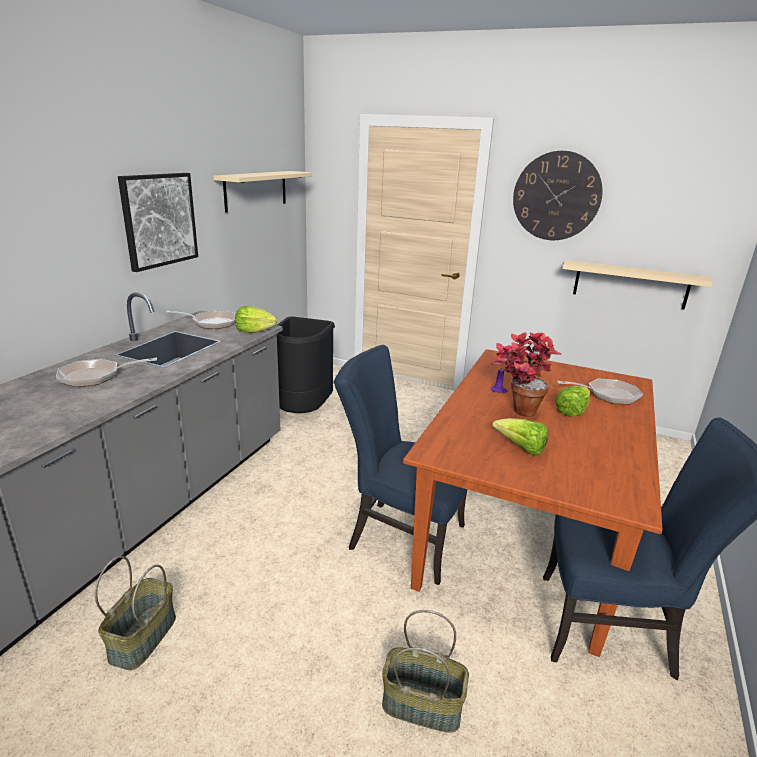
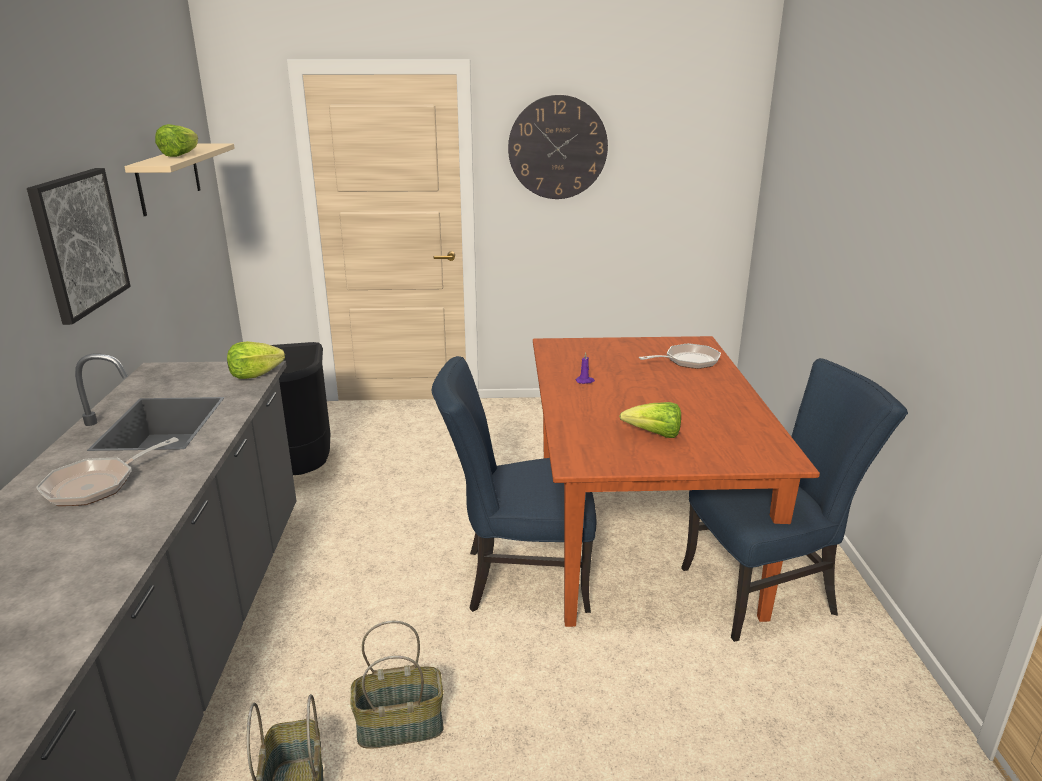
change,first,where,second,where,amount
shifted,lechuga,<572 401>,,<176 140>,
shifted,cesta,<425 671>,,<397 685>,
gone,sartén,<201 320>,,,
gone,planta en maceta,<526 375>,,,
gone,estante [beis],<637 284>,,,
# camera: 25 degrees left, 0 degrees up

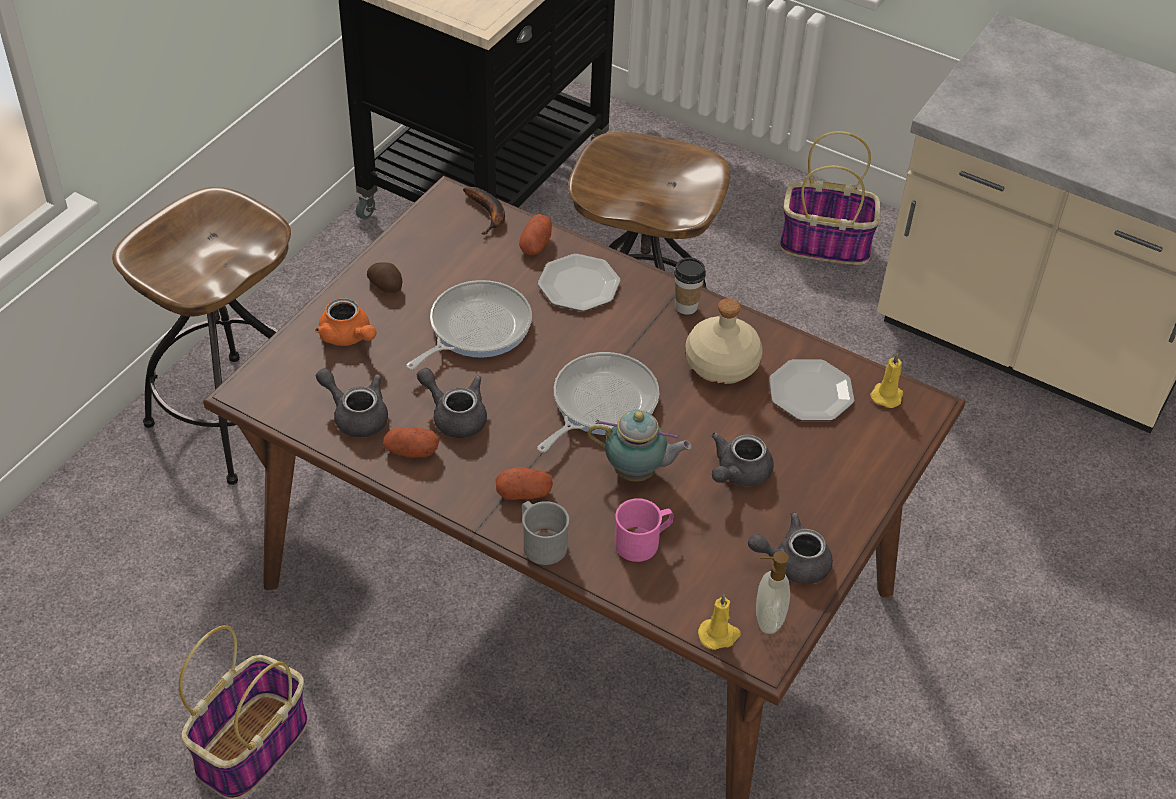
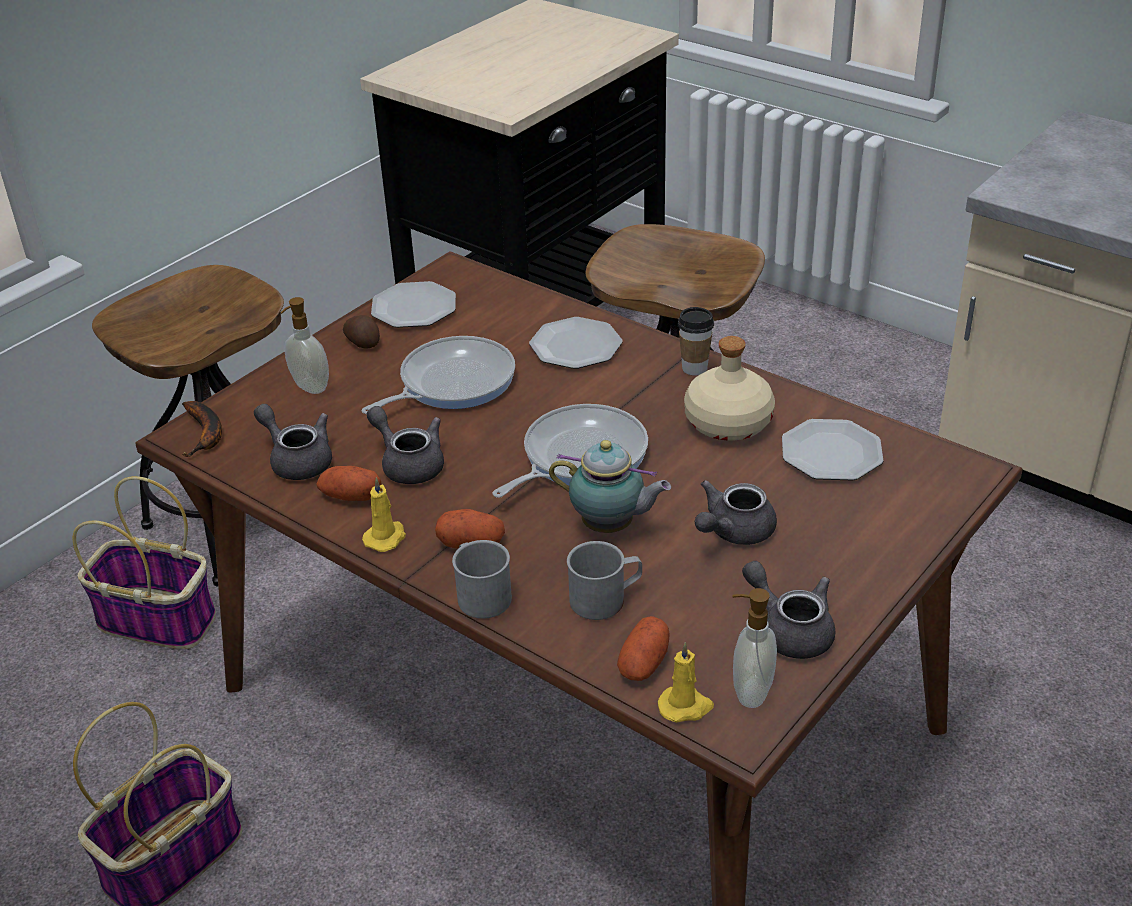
change,first,where,second,where,amount
shifted,cesta,<830 198>,,<144 562>,
shifted,plátano,<484 211>,,<202 429>,
swapped,tetera [naranja],<345 322>,dispensador de jabón,<304 345>,
shifted,vela [amarillo],<886 380>,,<384 514>,
new,,,plato,<413 304>,
repainted,taza grande [rosa],<644 530>,taza grande [gris],<604 580>,
shifted,patata,<535 234>,,<643 648>,
rotated,tetera [gris],<790 548>,,<788 610>,45 degrees clockwise
# camera: 10 degrees right, 10 degrees down

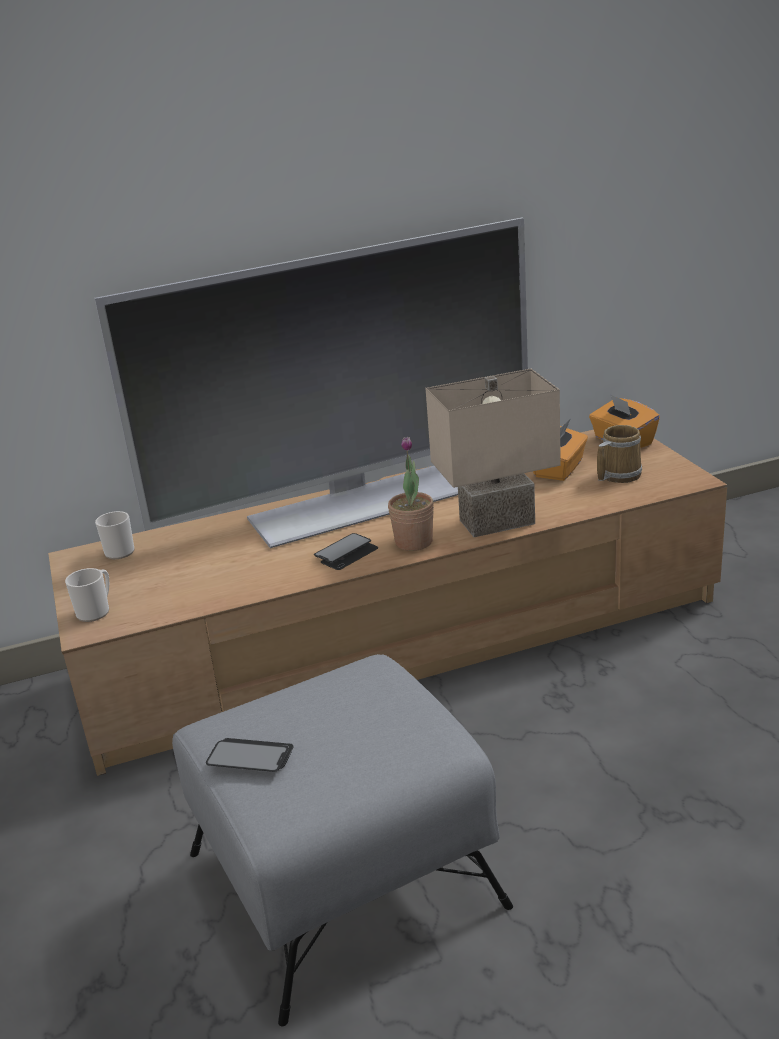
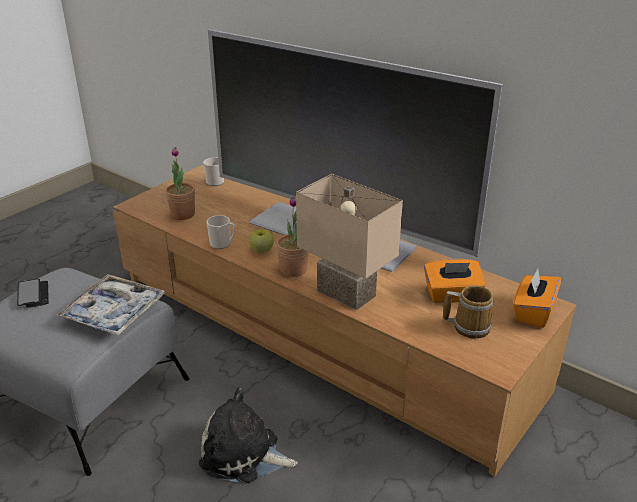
change,first,where,second,where,amount
new,,,bandeja,<110 304>,
new,,,planta en maceta,<180 183>,
new,,,peluche,<248 435>,
shifted,taza grande,<87 595>,,<221 232>,
swapped,móvil,<346 551>,manzana,<261 241>,
# camera: 55 degrees right, 5 degrees up

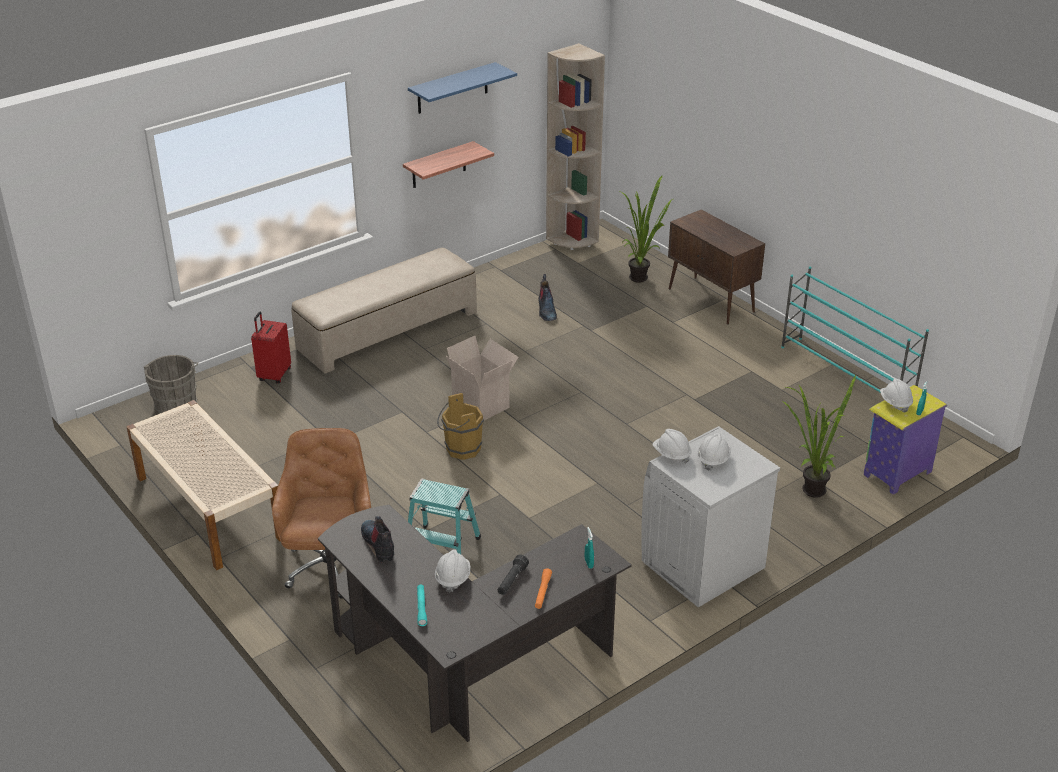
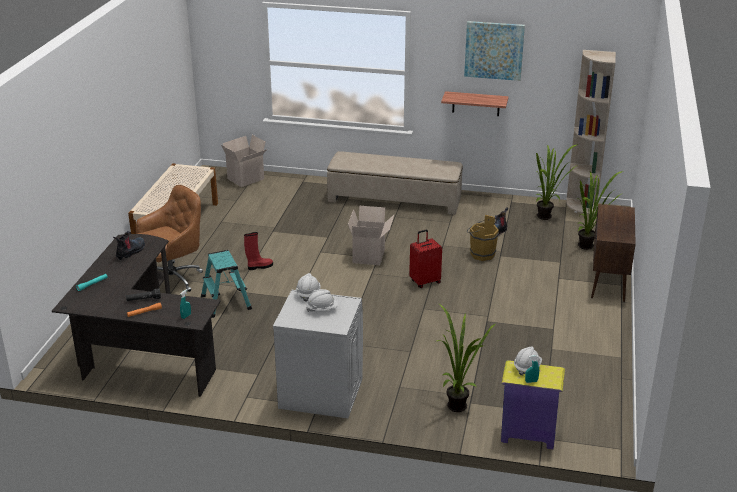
change,first,where,second,where,amount
swapped,cubo [gris],<171 384>,caja de cartón,<244 161>,
new,,,bota [rojo],<258 251>,
shifted,maleta [rojo],<271 347>,,<425 259>,
swapped,estante [azul],<462 88>,cuadro,<494 51>,
shifted,cubo [marrón],<460 426>,,<483 238>,
new,,,planta en maceta,<557 182>,
gone,casco [blanco],<452 571>,,,
gone,zapatero [turquesa],<855 329>,,,
# camera: 50 degrees right, 5 degrees down

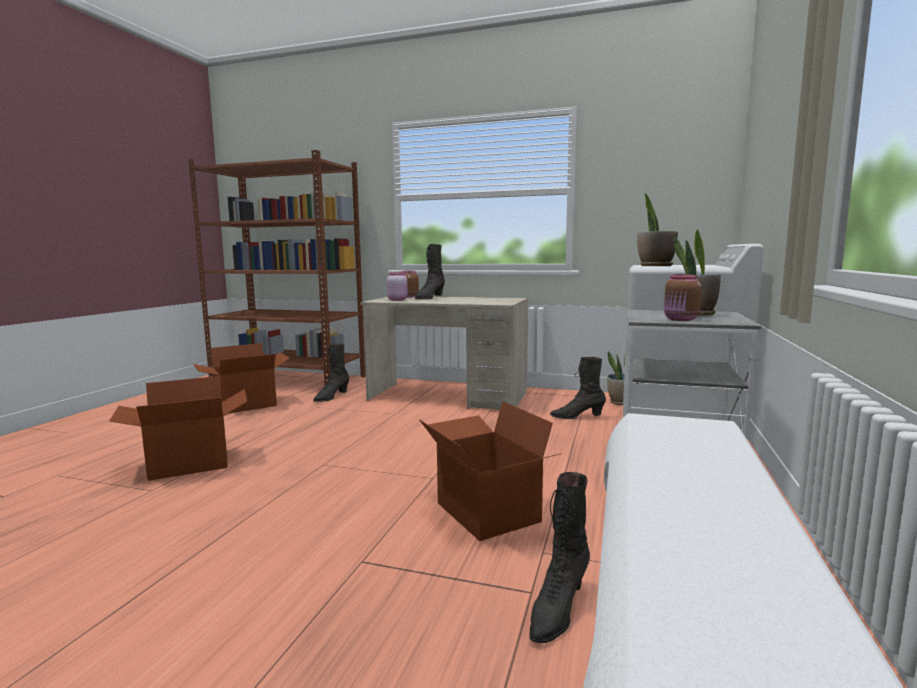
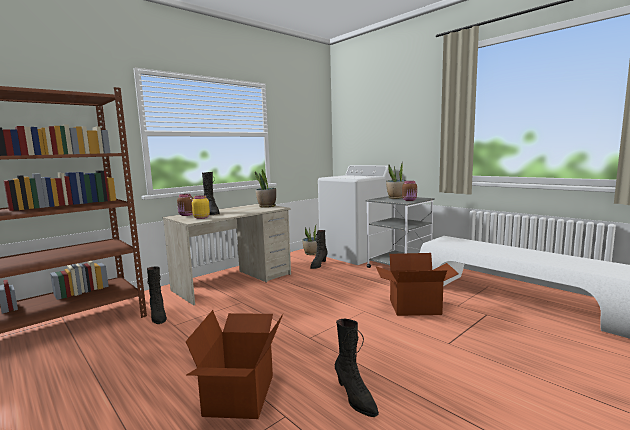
change,first,where,second,where,amount
repainted,tarro [rosa],<397 286>,tarro [amarillo],<201 207>,
shifted,planta en maceta,<657 230>,,<265 189>,
shifted,bota [negro],<559 557>,,<357 368>,
gone,caja de cartón,<241 378>,,,
# camera: 60 degrees left, 0 degrees up

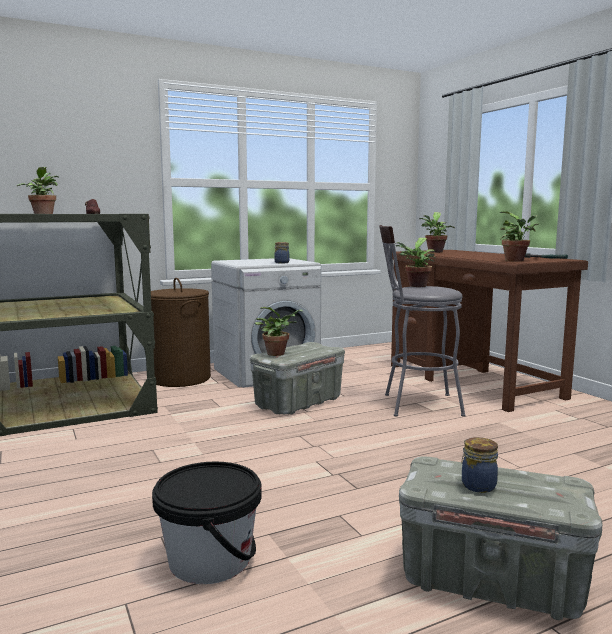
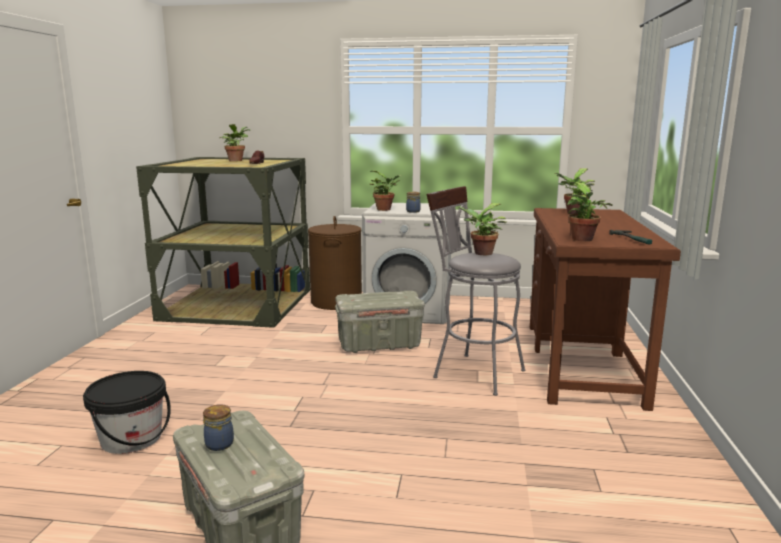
change,first,where,second,where,amount
shifted,planta en maceta,<279 331>,,<385 191>,
# camera: 35 degrees right, 5 degrees up

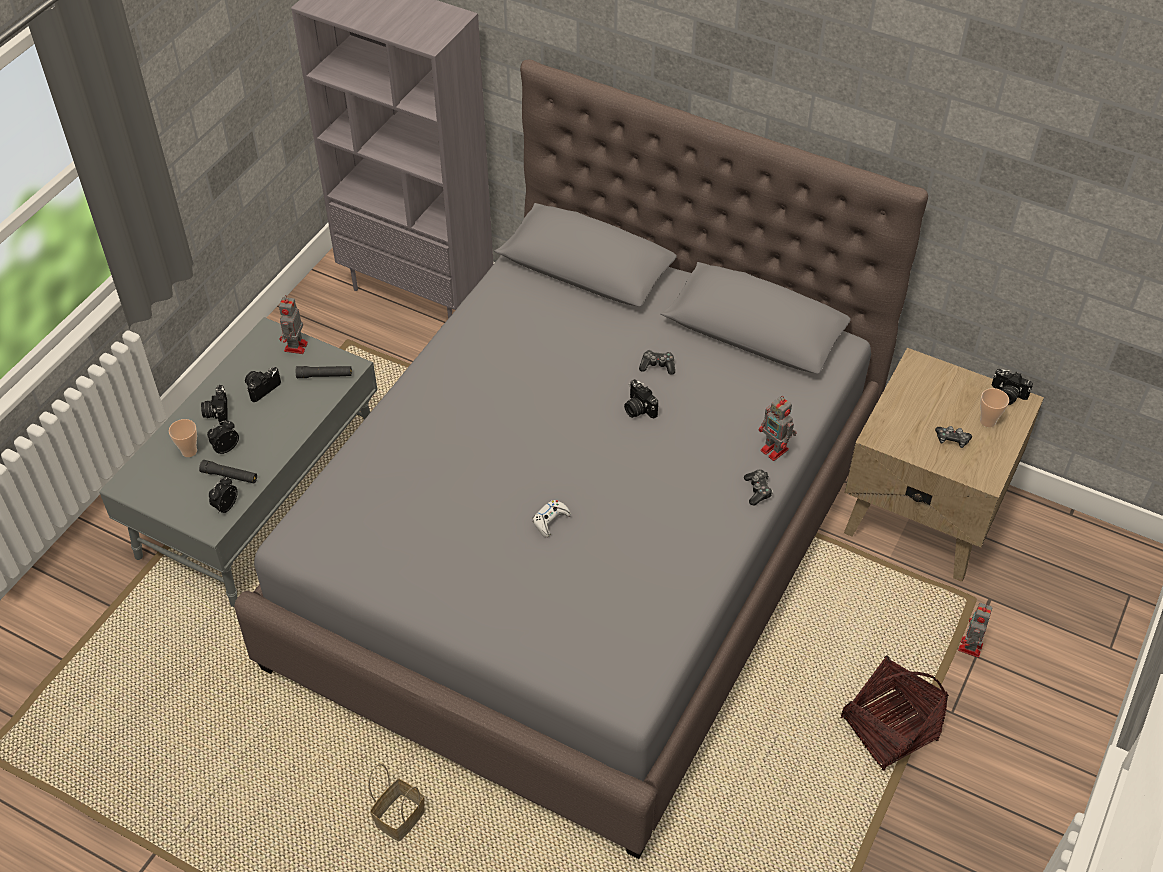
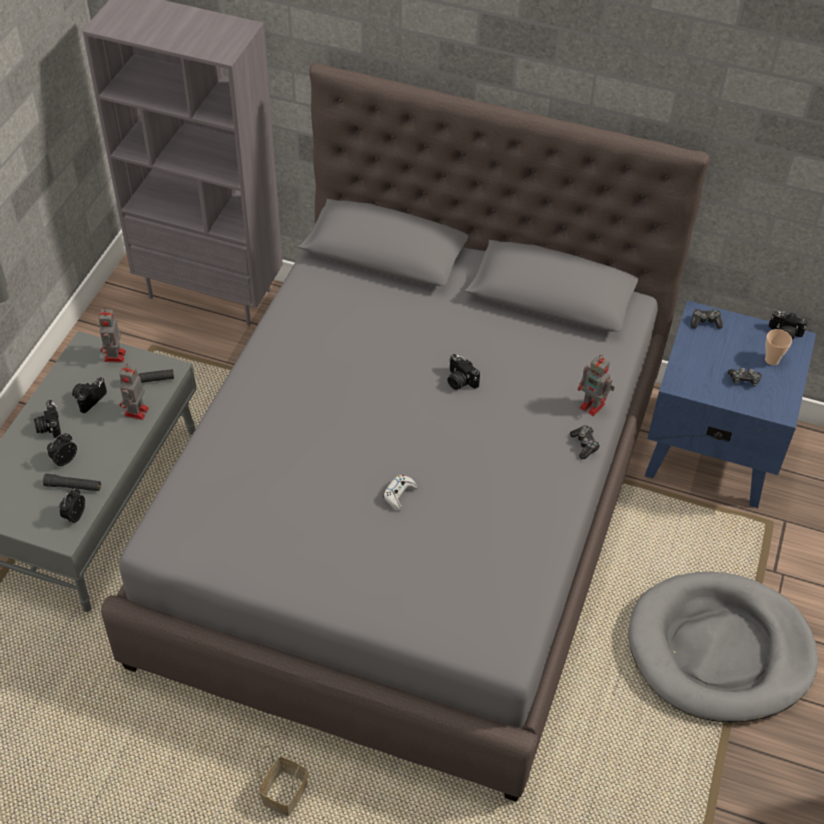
change,first,where,second,where,amount
shifted,robot de juguete,<975 630>,,<134 391>,
swapped,cesta,<894 712>,cama para perro [gris],<723 647>,
repainted,mesita de noche [beis],<944 465>,mesita de noche [azul],<730 404>,
shifted,mando de consola,<657 362>,,<707 319>,
gone,taza,<183 438>,,,
# camera: 10 degrees left, 0 degrees up

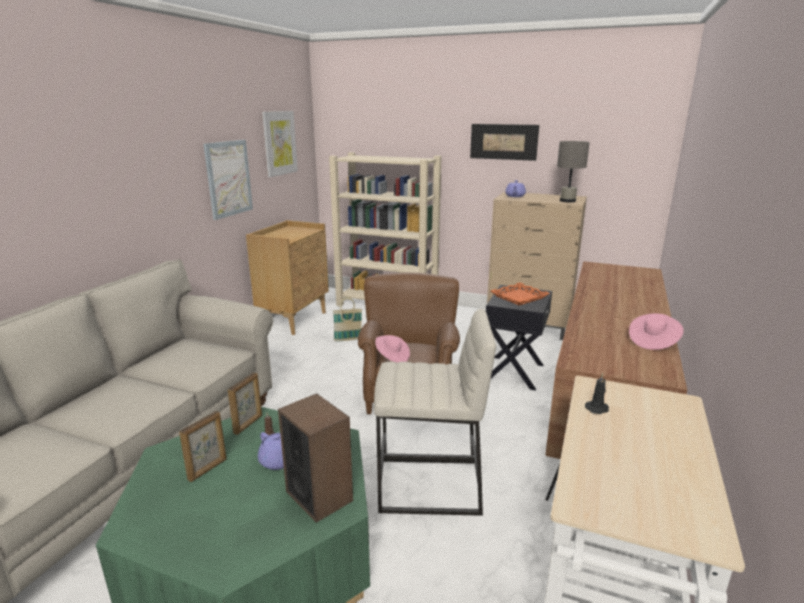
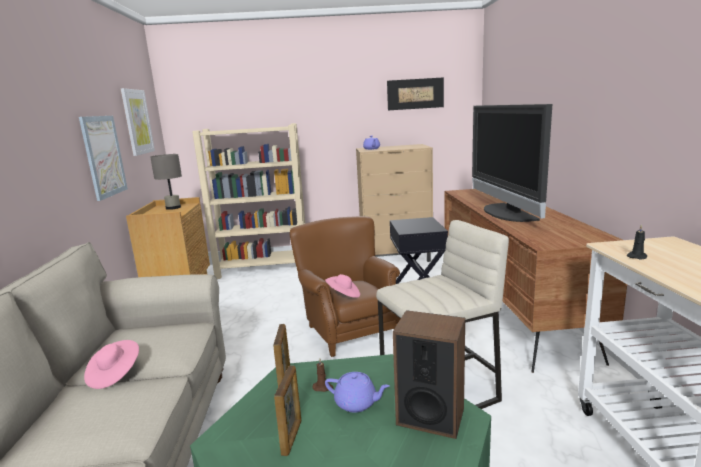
change,first,where,second,where,amount
shifted,sombrero [rosa],<656 331>,,<111 364>,
shifted,lámpara de mesa [gris],<573 171>,,<166 182>,
shifted,cuadro,<504 142>,,<415 93>,
new,,,televisor,<512 163>,
gone,cesta,<347 319>,,,
gone,bandeja [naranja],<520 294>,,,
# camera: 25 degrees left, 5 degrees down

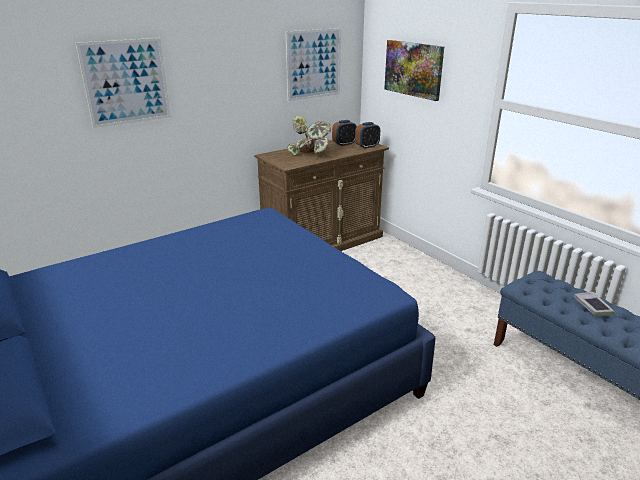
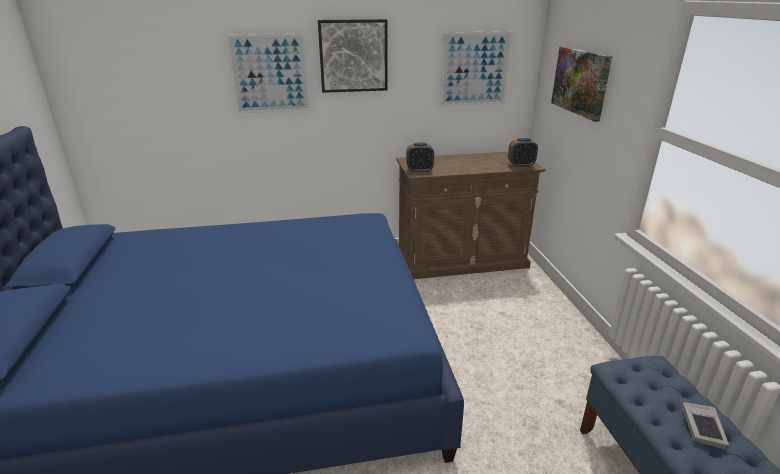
change,first,where,second,where,amount
new,,,cuadro,<353 56>,
shifted,despertador,<344 133>,,<420 157>,
gone,planta en maceta,<309 136>,,,
# camera: 25 degrees right, 0 degrees up

